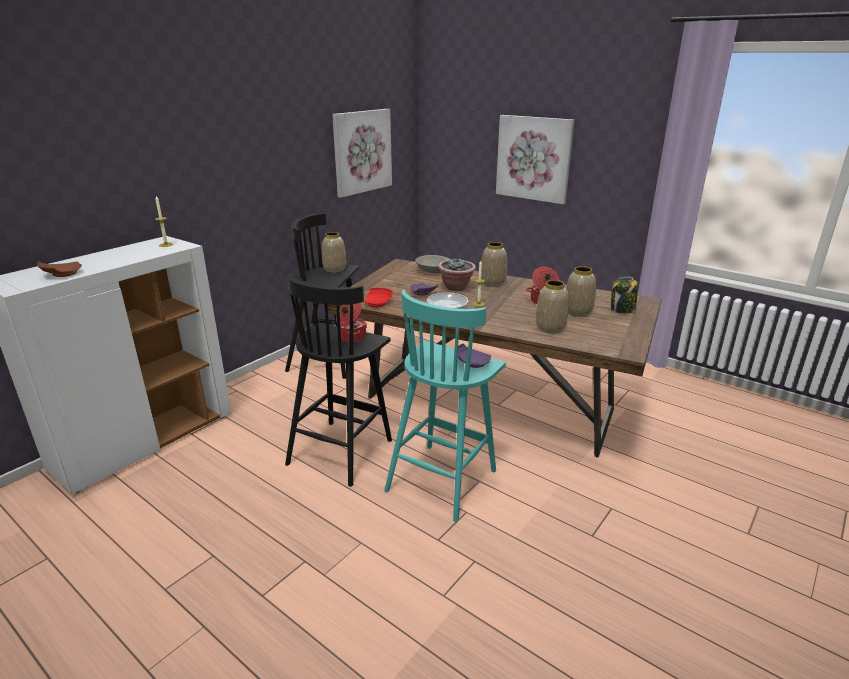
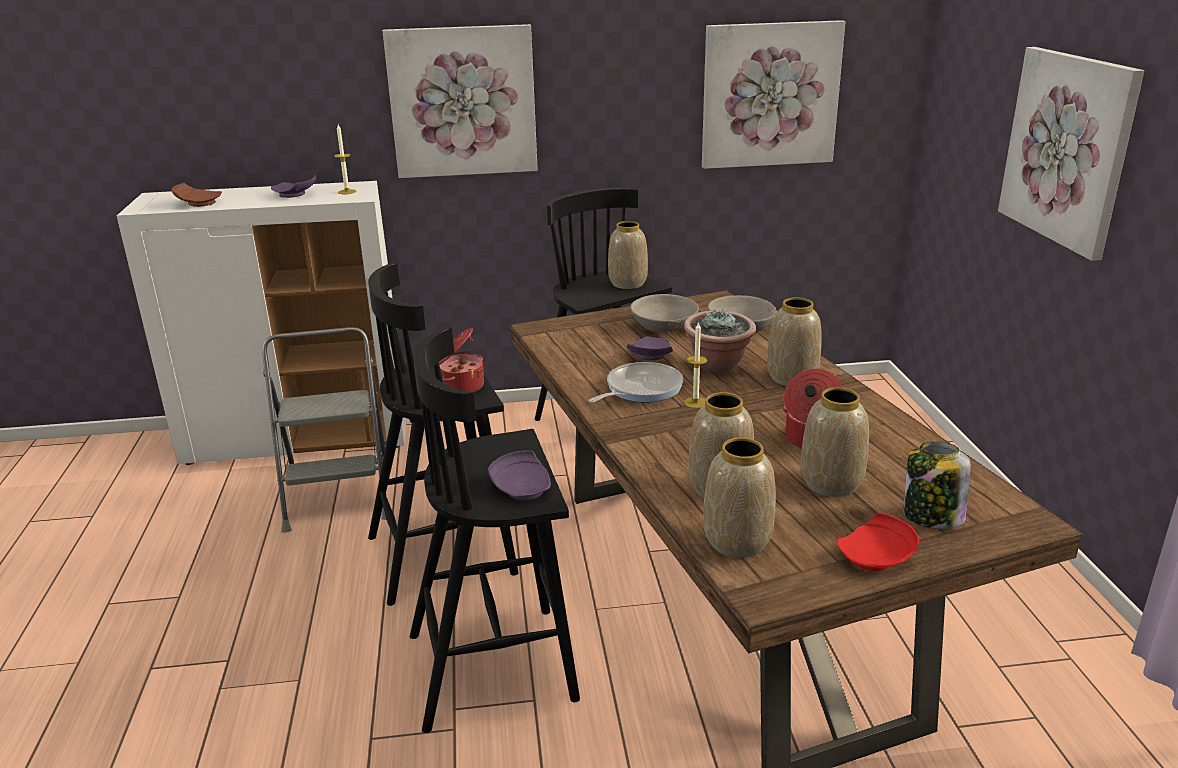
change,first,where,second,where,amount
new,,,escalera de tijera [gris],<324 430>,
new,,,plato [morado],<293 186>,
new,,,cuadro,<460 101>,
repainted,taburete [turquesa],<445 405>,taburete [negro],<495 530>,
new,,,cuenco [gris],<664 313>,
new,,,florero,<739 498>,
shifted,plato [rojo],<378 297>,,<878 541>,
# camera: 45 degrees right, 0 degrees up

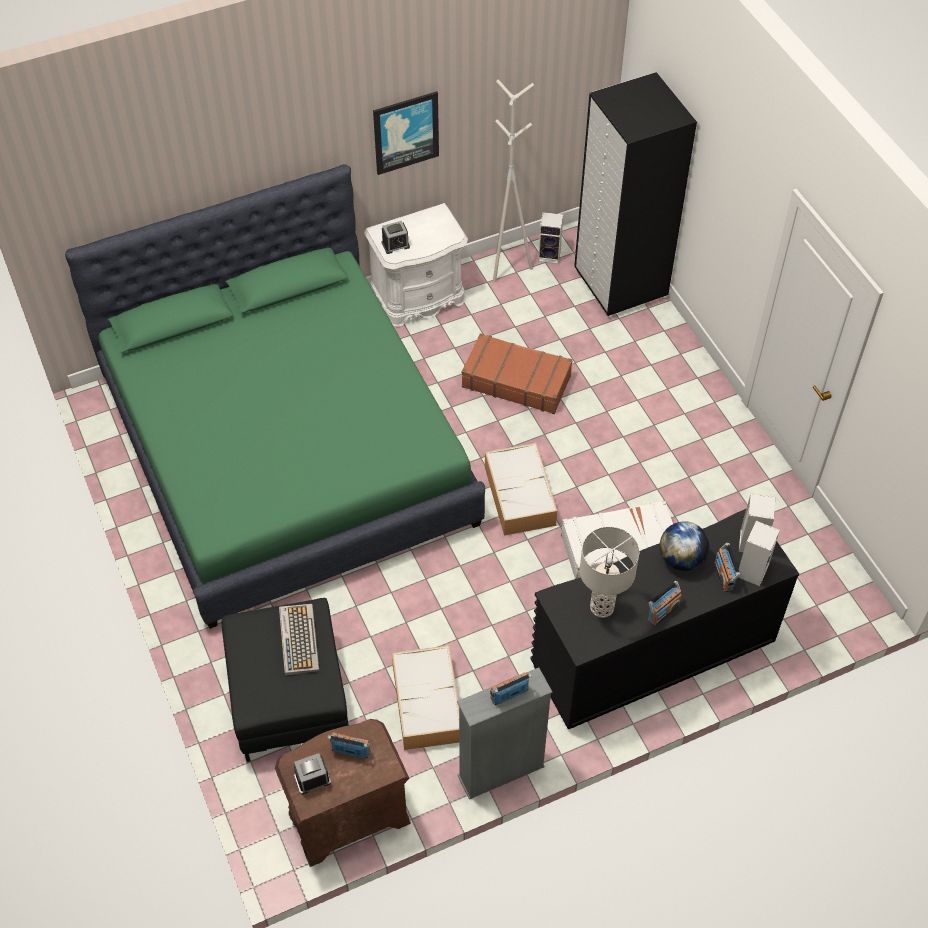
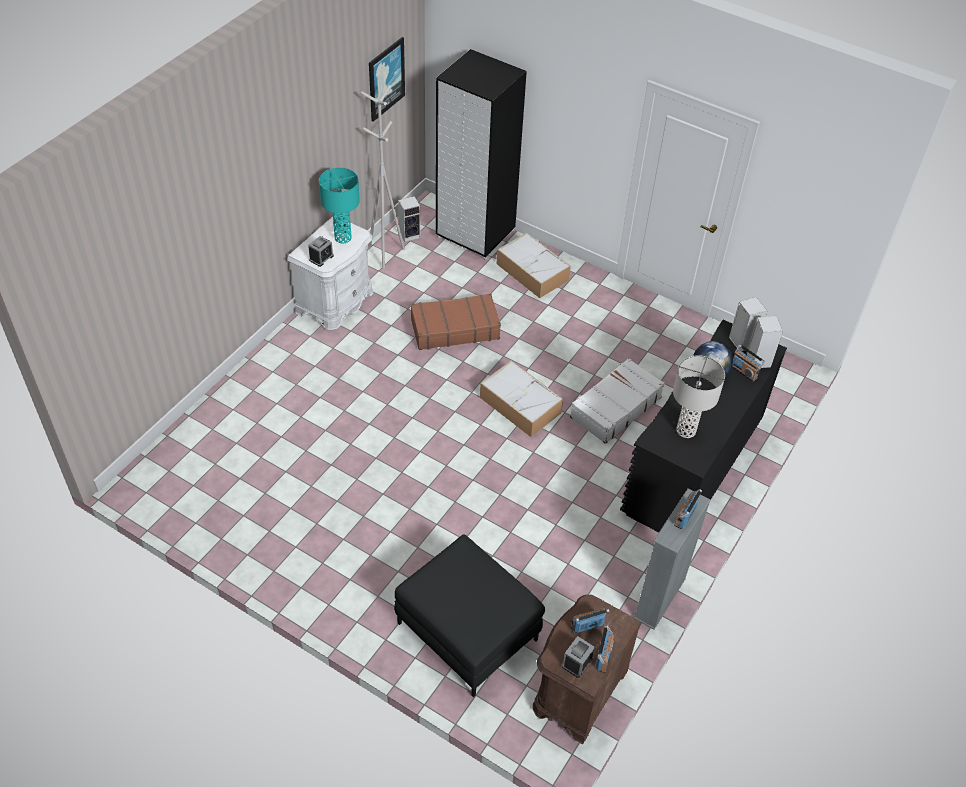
change,first,where,second,where,amount
new,,,lámpara de mesa [turquesa],<339 205>,
shifted,cuadro,<406 133>,,<387 79>,
shifted,caja de almacenaje,<425 697>,,<533 265>,
shifted,radio,<664 603>,,<605 649>,
gone,cama [verde],<275 396>,,,
gone,teclado,<299 640>,,,
# camera: 35 degrees left, 5 degrees down

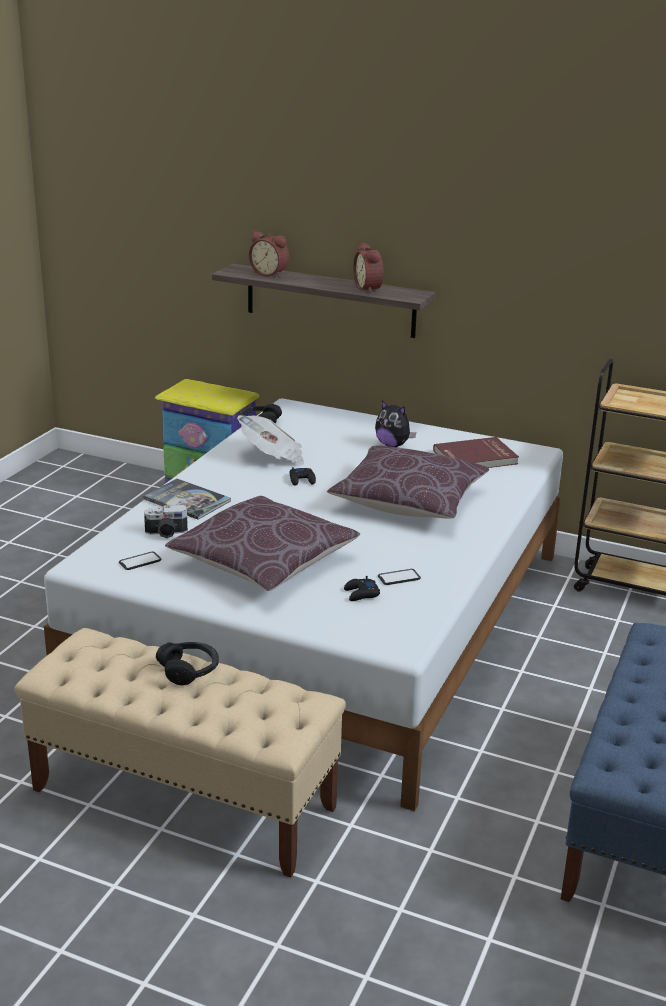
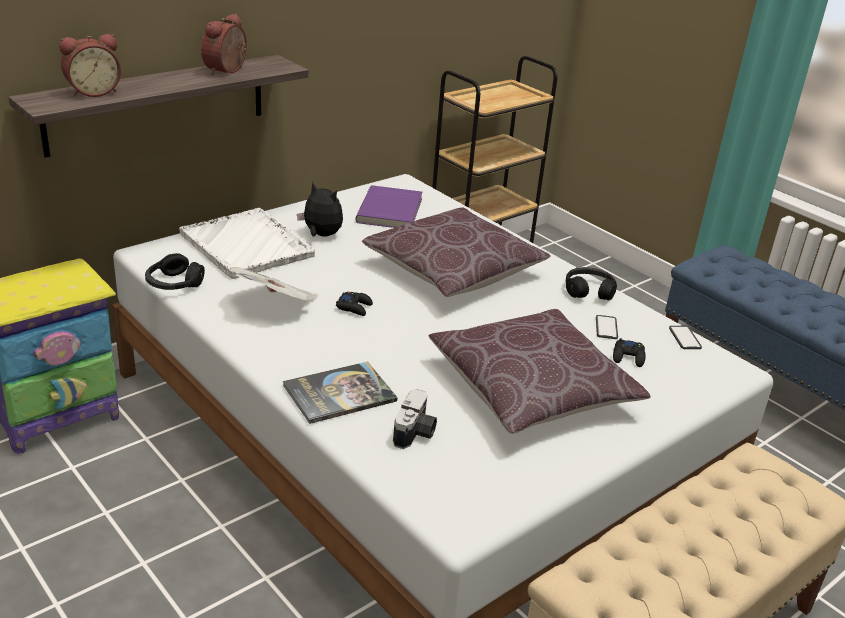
change,first,where,second,where,amount
new,,,bandeja [blanco],<247 243>,
rotated,despertador,<368 268>,,<224 44>,105 degrees clockwise
rotated,peluche,<395 423>,,<320 209>,120 degrees counterclockwise
repainted,libro [rojo],<476 452>,libro [morado],<388 206>,
shifted,auriculares [negro],<187 663>,,<591 283>,
shifted,móvil,<140 561>,,<685 337>,
# camera: 65 degrees left, 5 degrees up

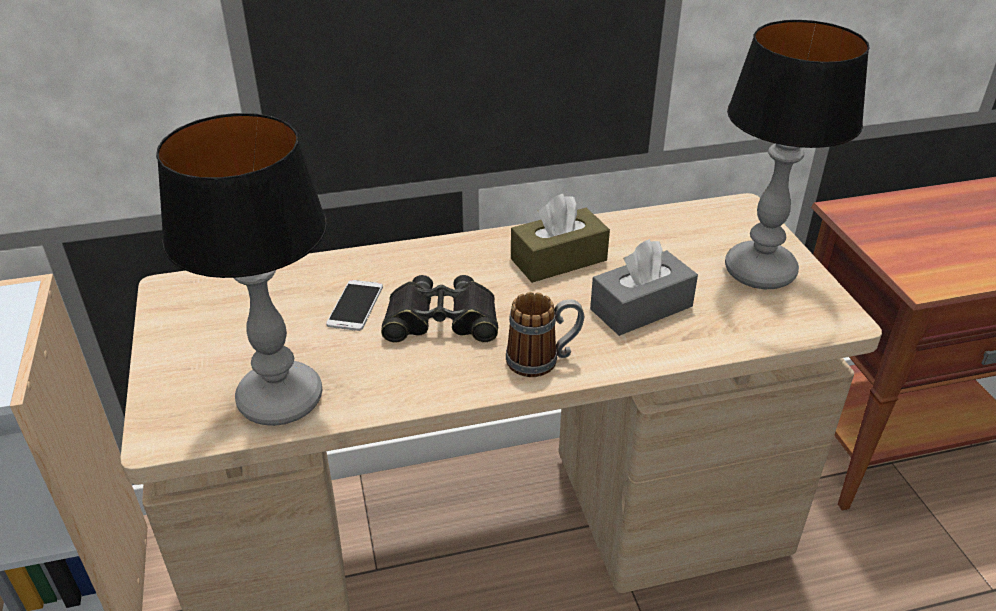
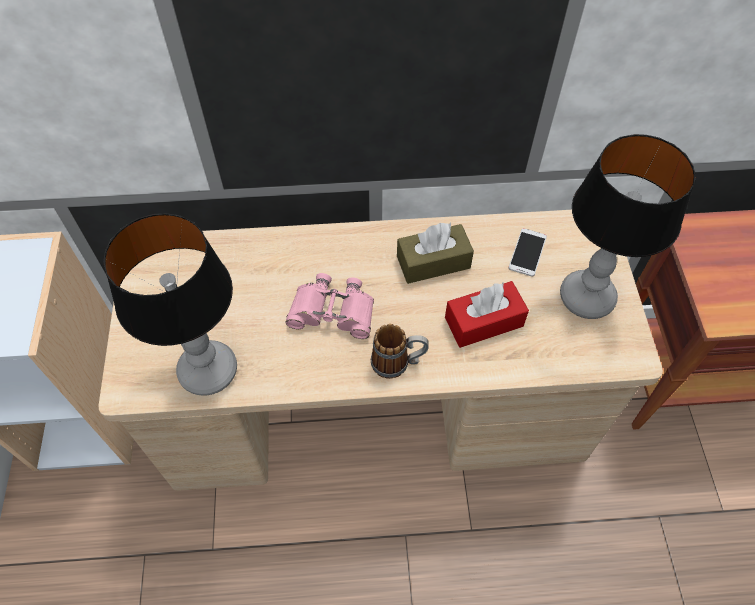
change,first,where,second,where,amount
repainted,prismáticos [negro],<439 309>,prismáticos [rosa],<329 306>,
repainted,caja de pañuelos [gris],<644 287>,caja de pañuelos [rojo],<487 314>,
shifted,móvil,<354 305>,,<528 252>,
# camera: 10 degrees right, 20 degrees up

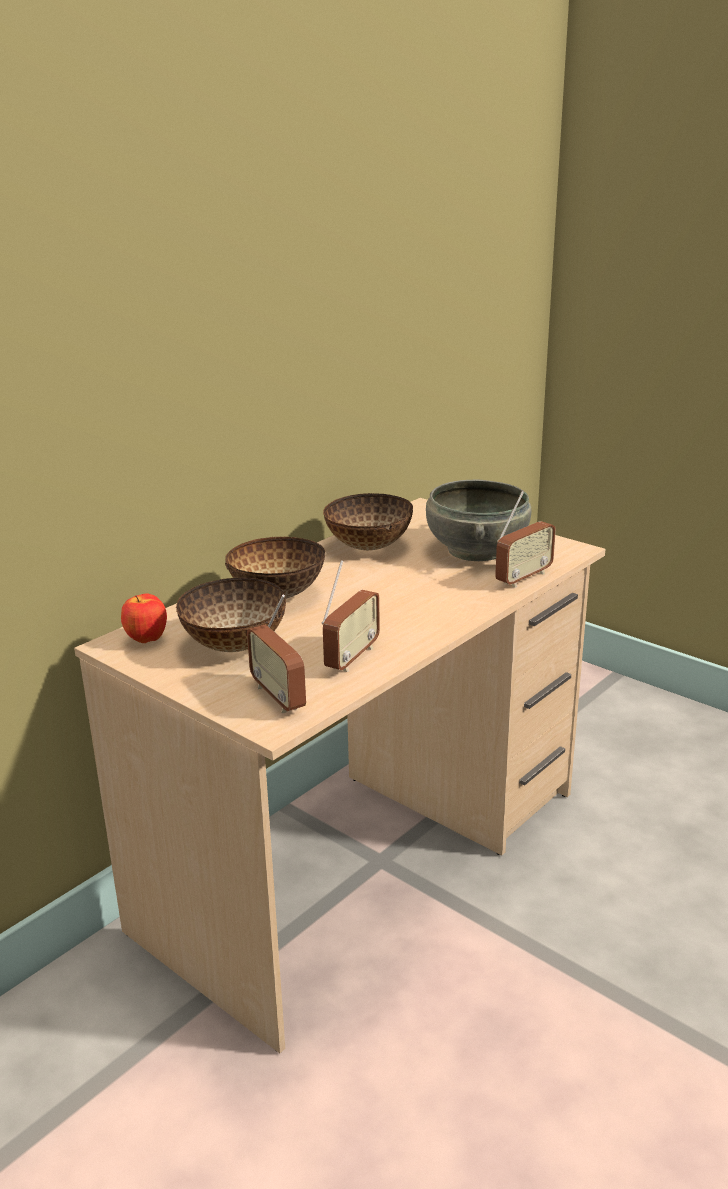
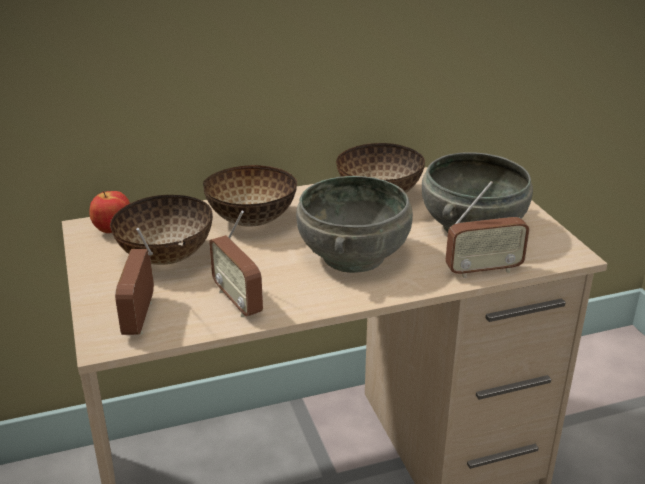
change,first,where,second,where,amount
rotated,radio,<351 616>,,<236 264>,90 degrees clockwise
new,,,cuenco [gris],<354 224>,
# camera: 30 degrees right, 5 degrees up

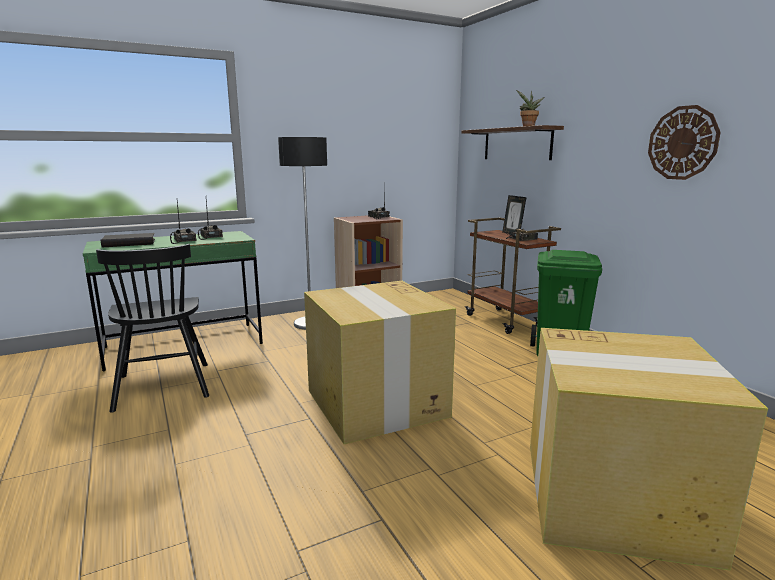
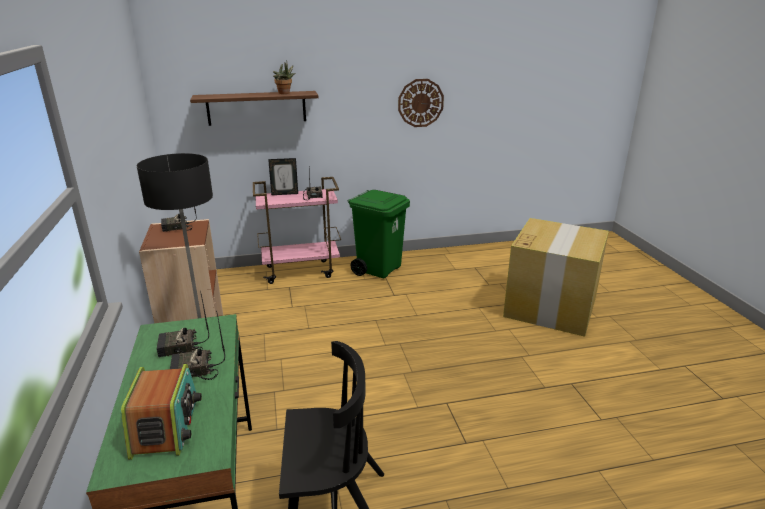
change,first,where,second,where,amount
swapped,libro [negro],<128 240>,radio,<161 412>,
repainted,carrito [marrón],<513 275>,carrito [rosa],<297 230>,
gone,caja de cartón,<380 362>,,,
# camera: 75 degrees left, 10 degrees up

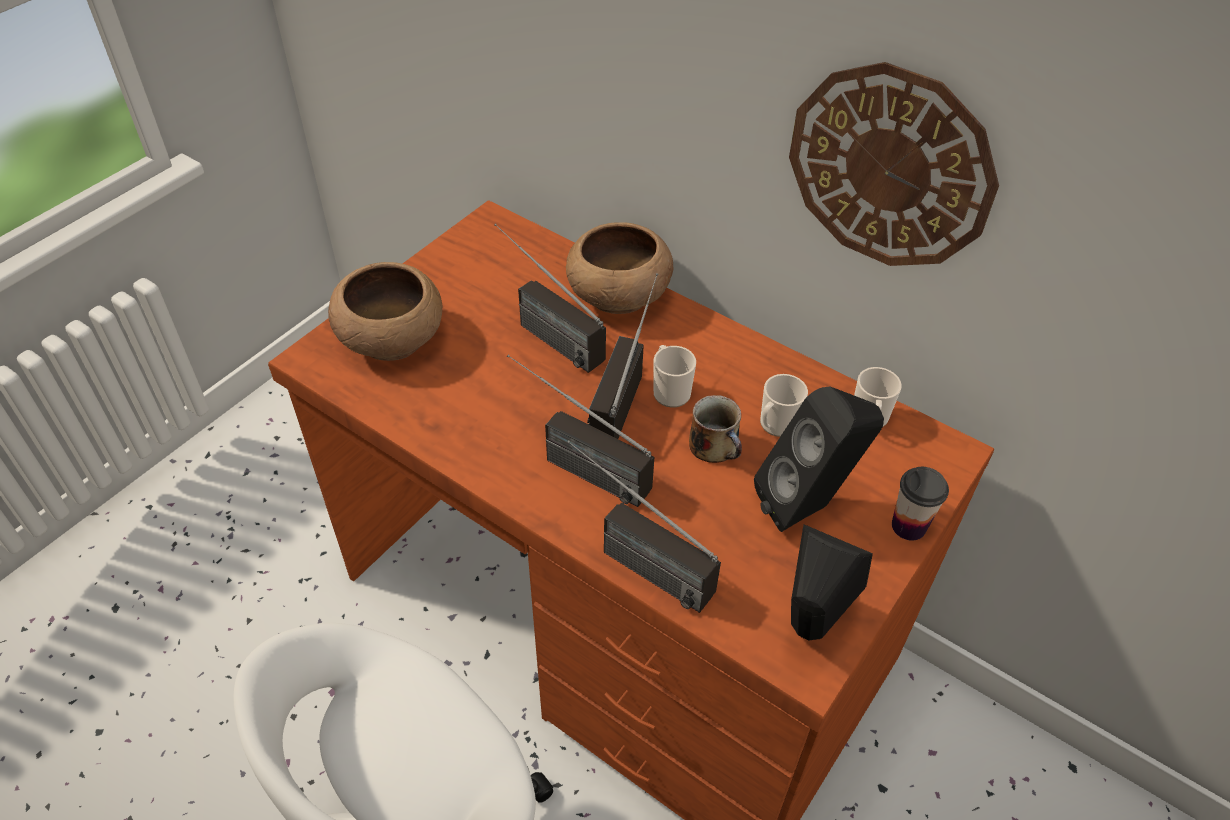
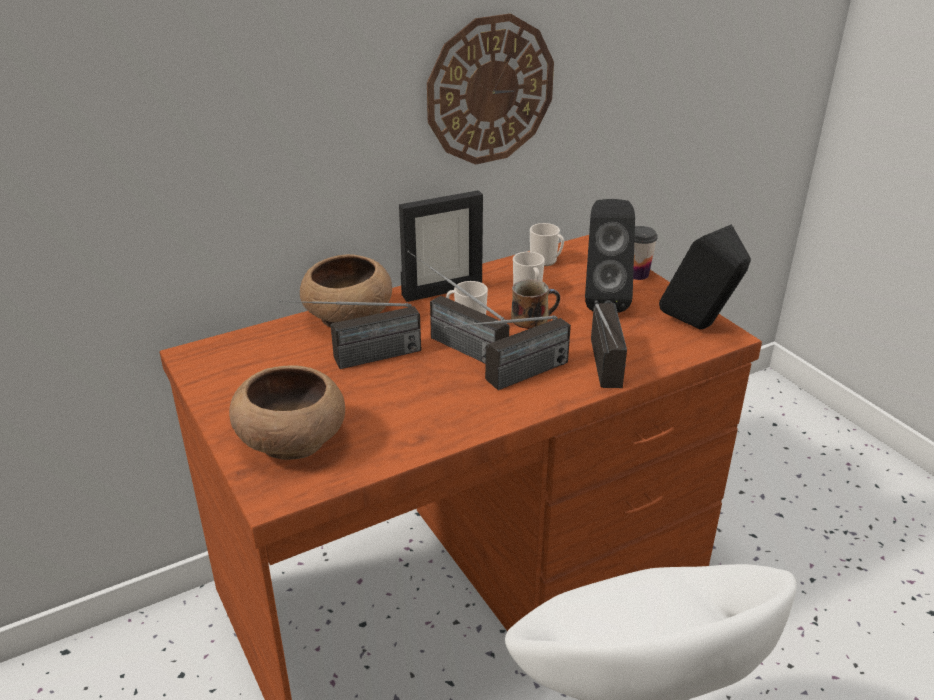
change,first,where,second,where,amount
new,,,portarretratos,<441 246>,
rotated,radio,<644 526>,,<609 345>,60 degrees counterclockwise
# camera: 65 degrees left, 15 degrees down

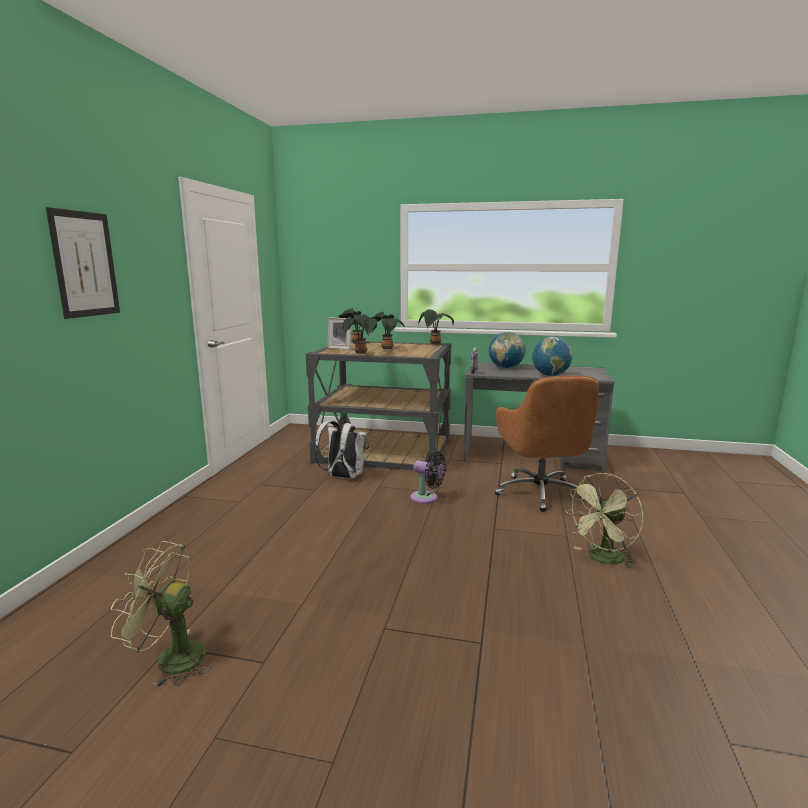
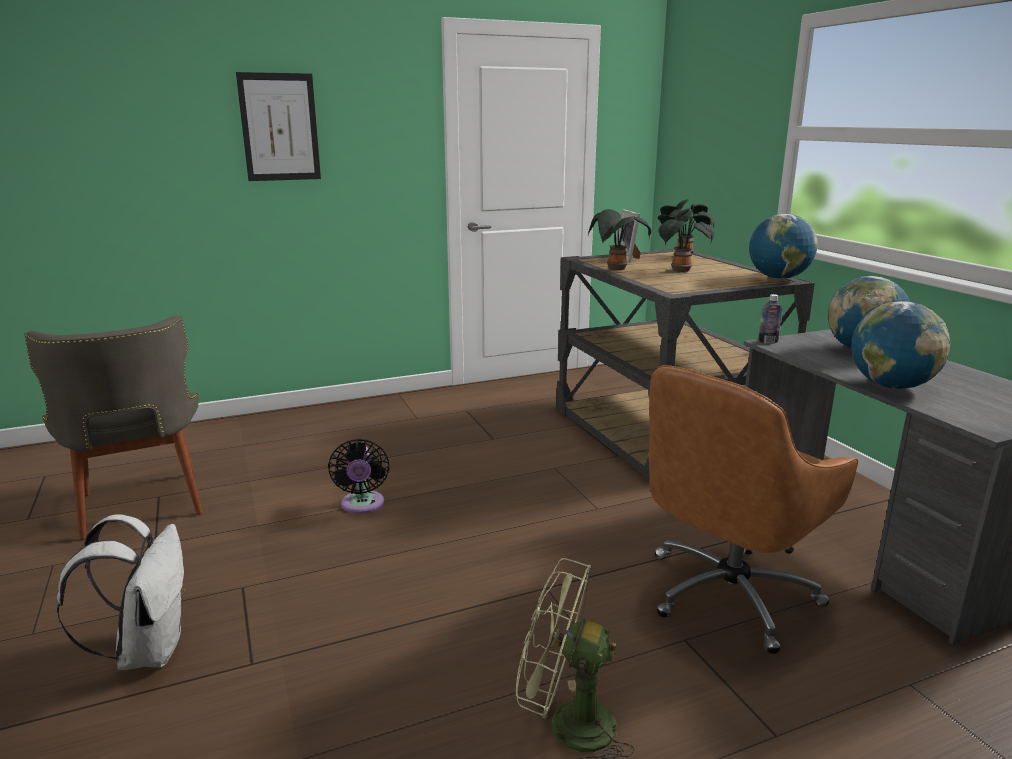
change,first,where,second,where,amount
swapped,ventilador [verde],<161 614>,silla [gris],<113 428>,
shifted,mochila [blanco],<342 450>,,<121 592>,
shifted,ventilador [negro],<428 477>,,<359 476>,
swapped,planta en maceta,<436 326>,globo terráqueo,<783 246>,
# camera: 55 degrees right, 5 degrees up

